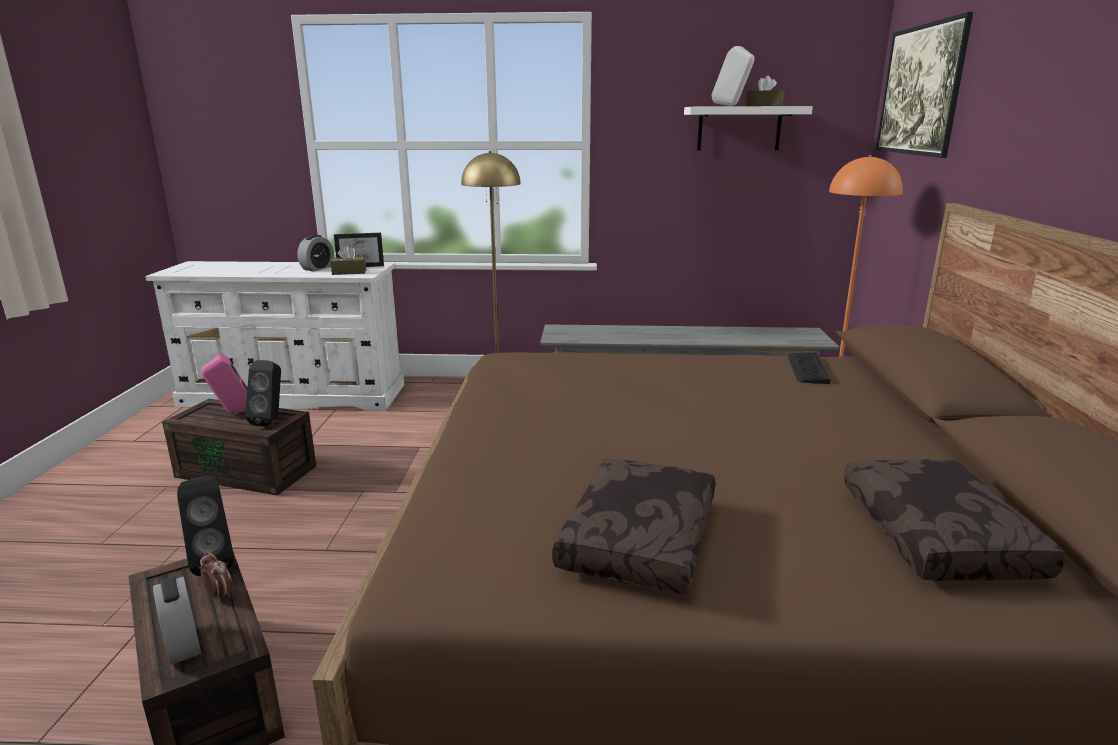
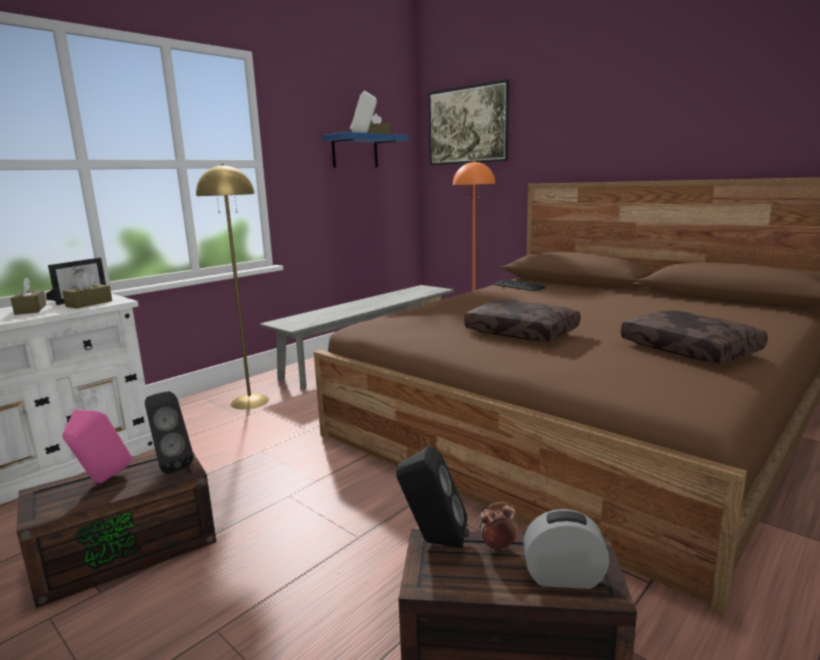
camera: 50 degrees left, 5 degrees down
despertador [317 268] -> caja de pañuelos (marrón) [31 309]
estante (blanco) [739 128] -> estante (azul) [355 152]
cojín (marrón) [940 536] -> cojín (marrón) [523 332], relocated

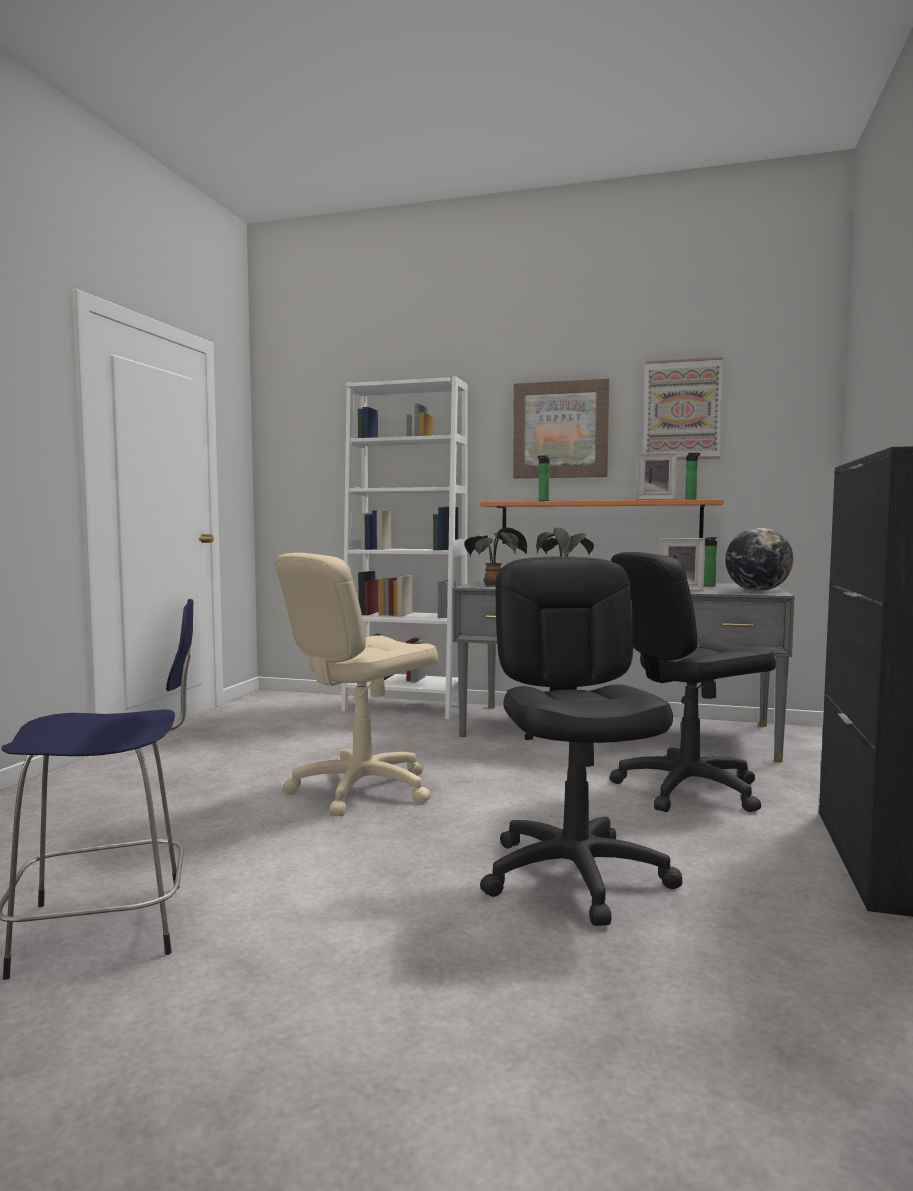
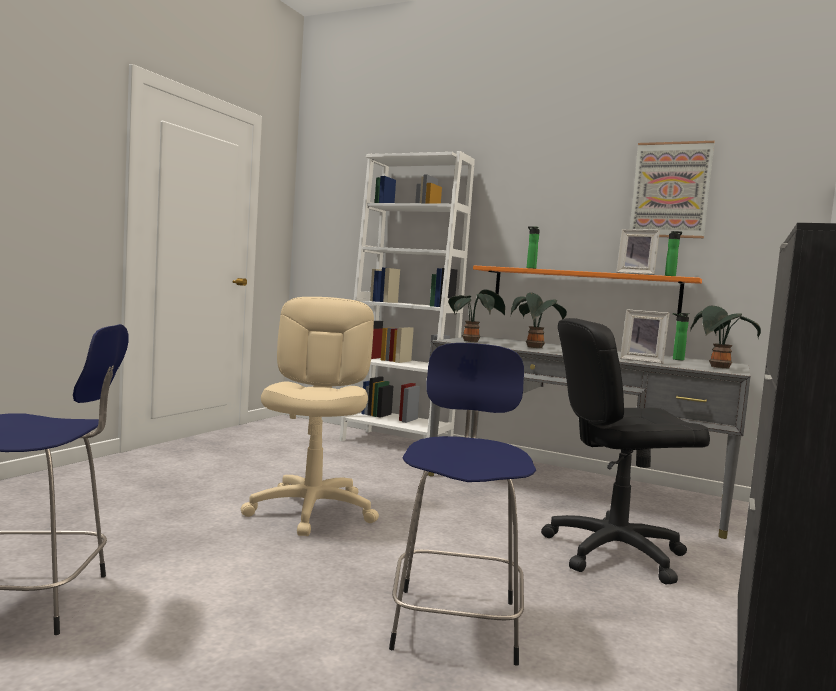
camera: 10 degrees right, 0 degrees up
silla de oficina (beis) [361 789] -> silla de oficina (beis) [312 511], 120 degrees clockwise
silla de oficina (negro) [576 875] -> taburete (azul) [456 621]
cuadro [560 430] -> none
globo terráqueo [757 591] -> planta en maceta [719 368]

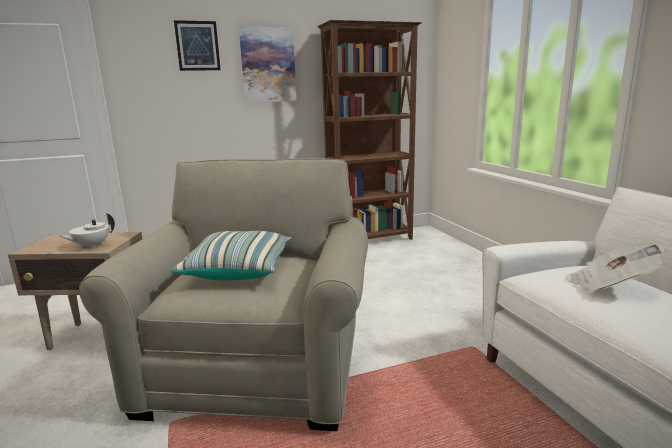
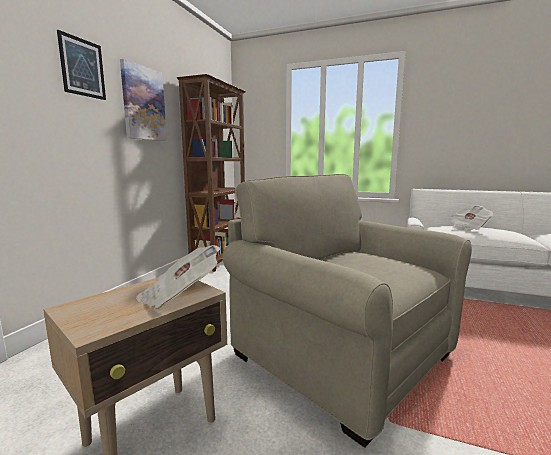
camera: 50 degrees left, 5 degrees down
tetera (blanco) [91 246] -> periódico [179 295]
cojín [238 270] -> none

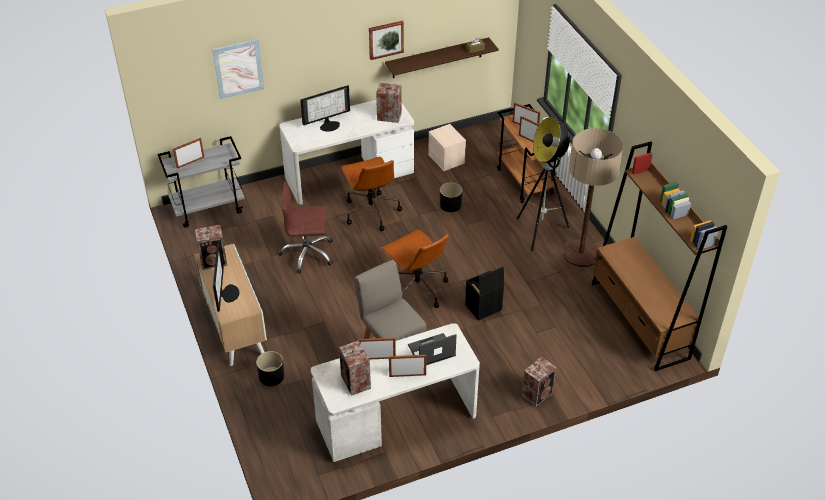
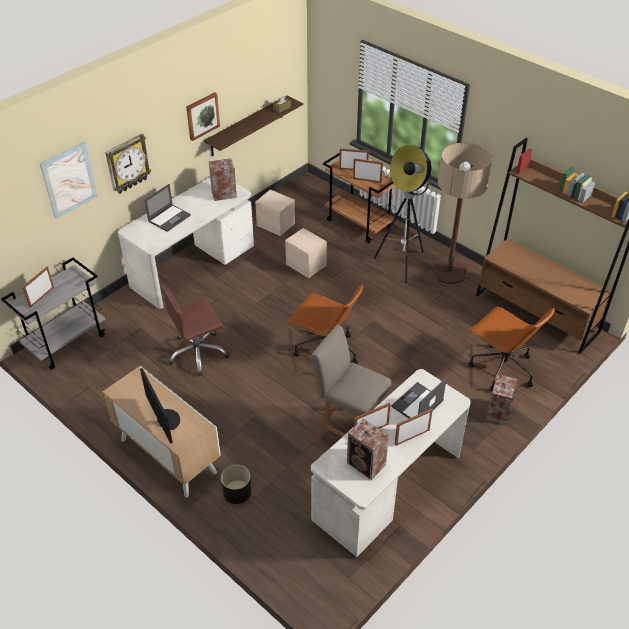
camera: 25 degrees left, 0 degrees up
altavoz [214 261] -> none
monitor [329 125] -> portátil [169 218]
silla de oficina (marrón) [371 211] -> silla de oficina (marrón) [501 368], relocated
maceta (negro) [450 205] -> caja de almacenaje (beis) [306 264]
caja de almacenaje (negro) [483 308] -> none
none -> reloj de pared [127 164]

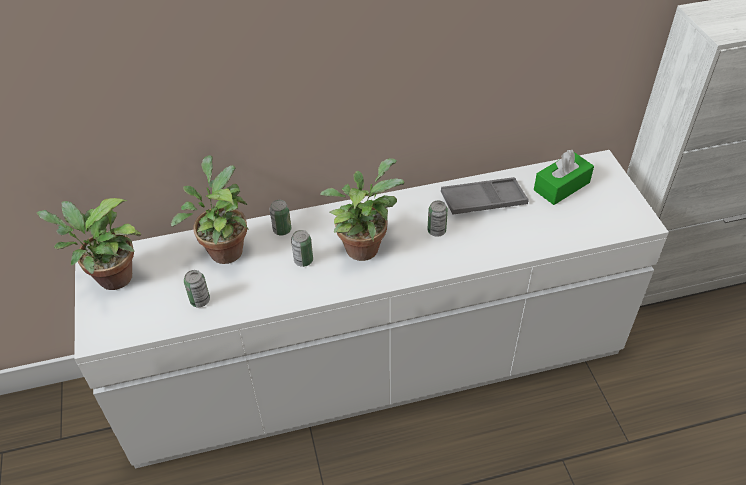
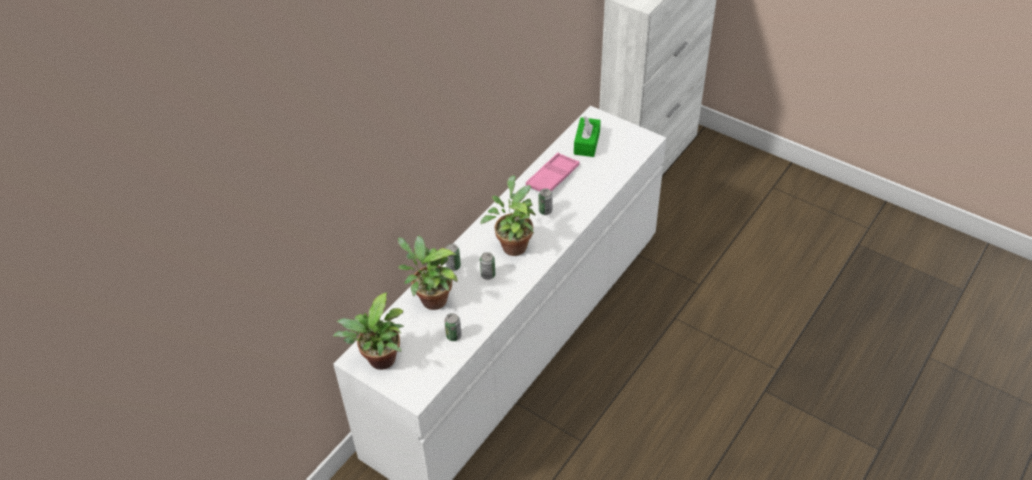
camera: 40 degrees left, 0 degrees up
bandeja (gris) [483 201] -> bandeja (rosa) [552 177]

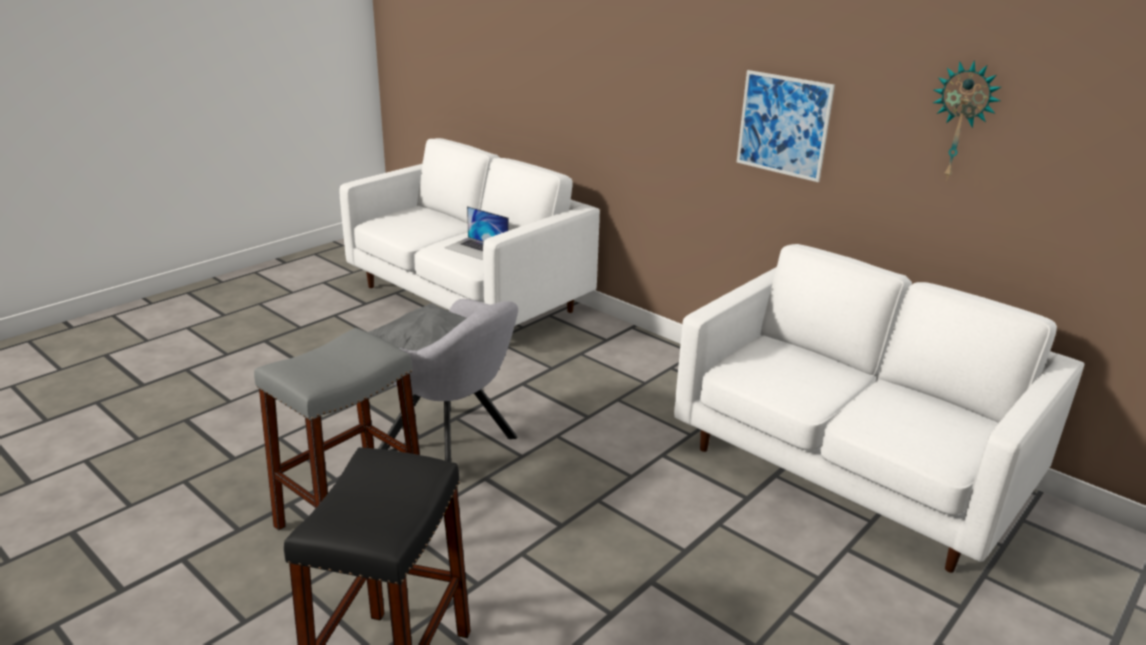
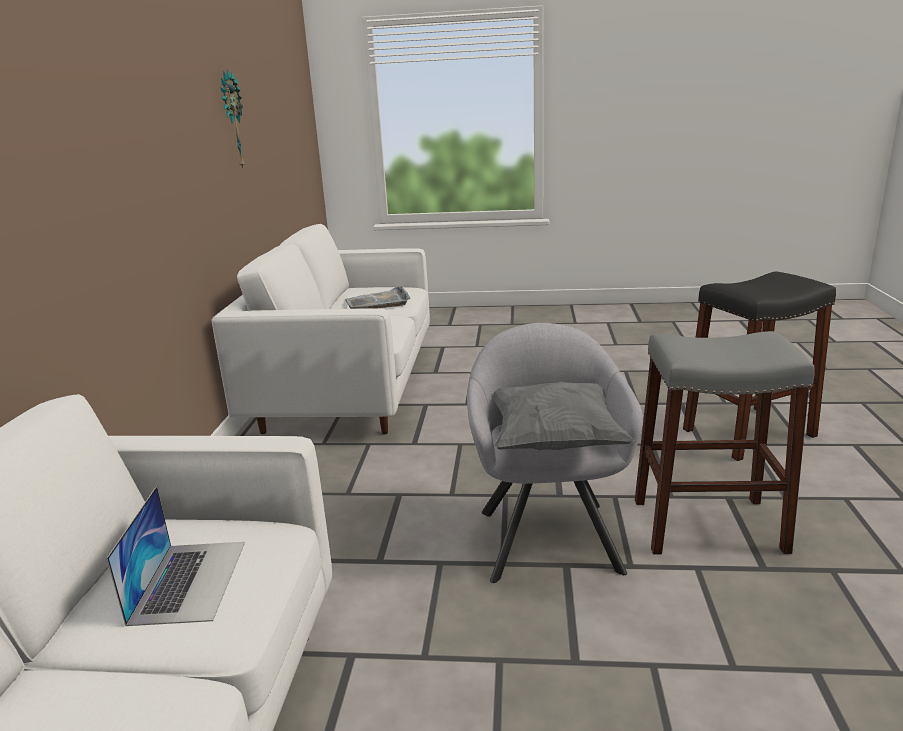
camera: 125 degrees left, 5 degrees down
cuadro [783 125] -> none
none -> bandeja (gris) [378 302]

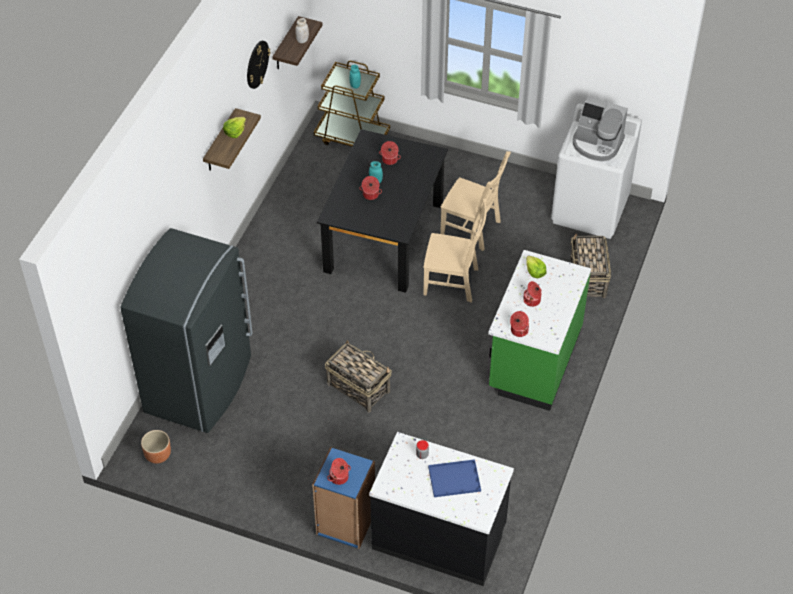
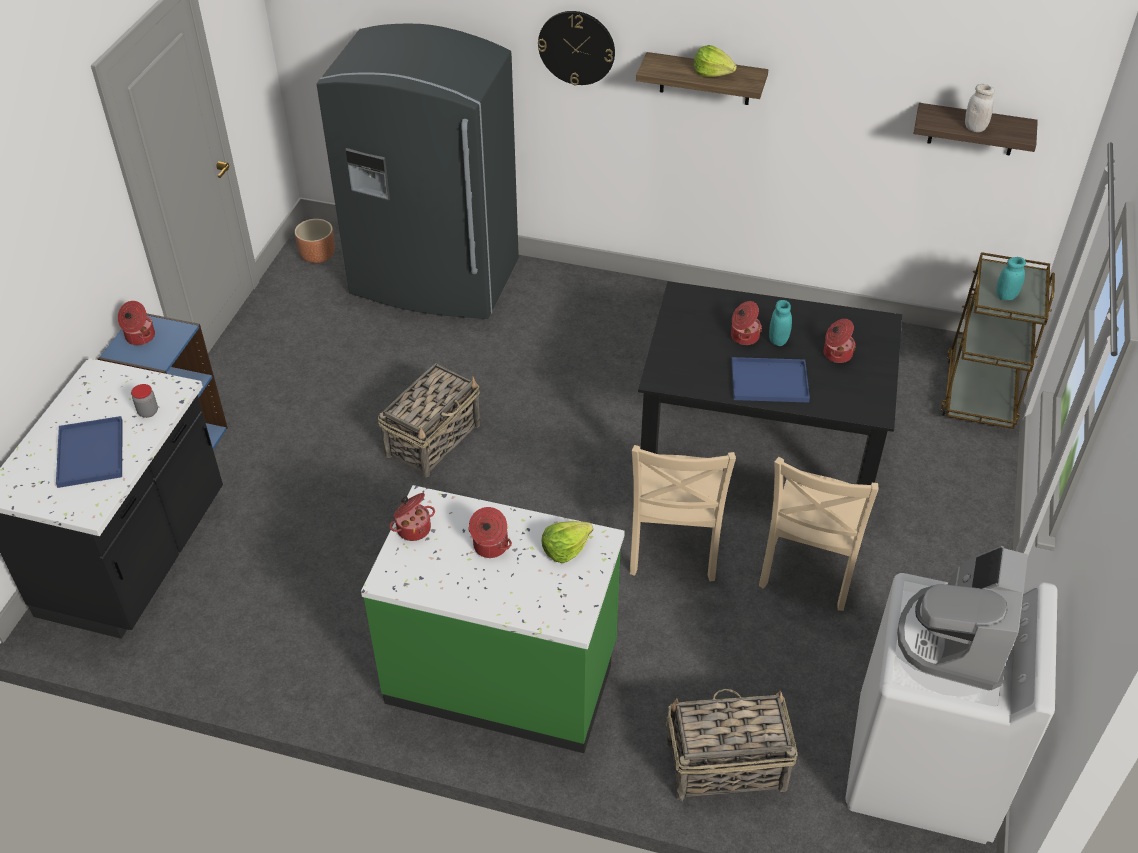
camera: 85 degrees right, 5 degrees down
reloj de pared [257 64] -> reloj de pared [576 47], relocated
none -> bandeja (azul) [771 381]

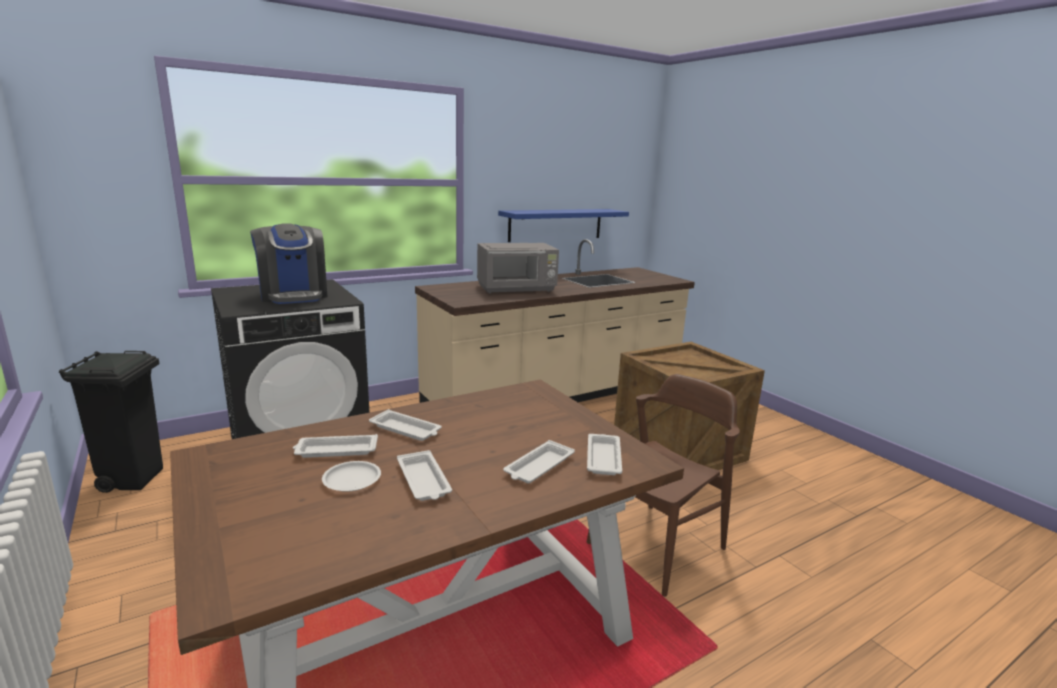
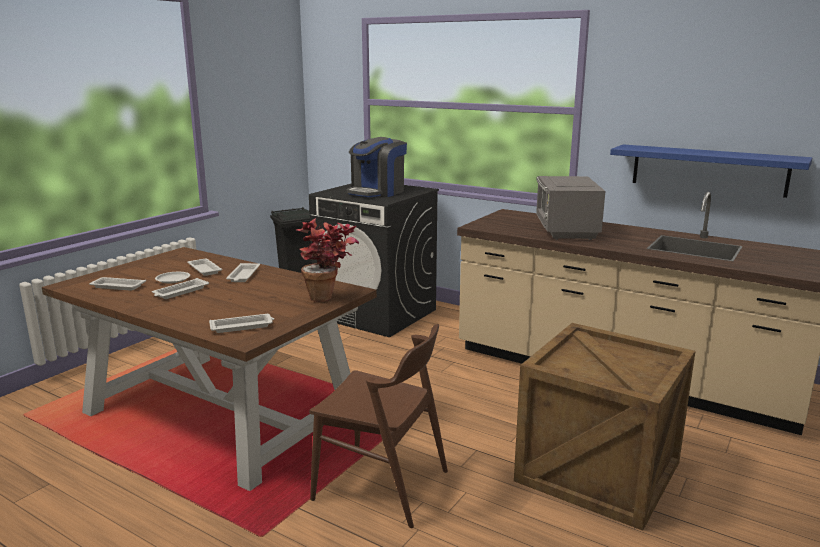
camera: 65 degrees right, 0 degrees up
microondas (gris) [517 289] -> microondas (gris) [565 230], 45 degrees clockwise
bandeja (blanco) [538 467] -> bandeja (blanco) [117 286], relocated
none -> planta en maceta [329 298]

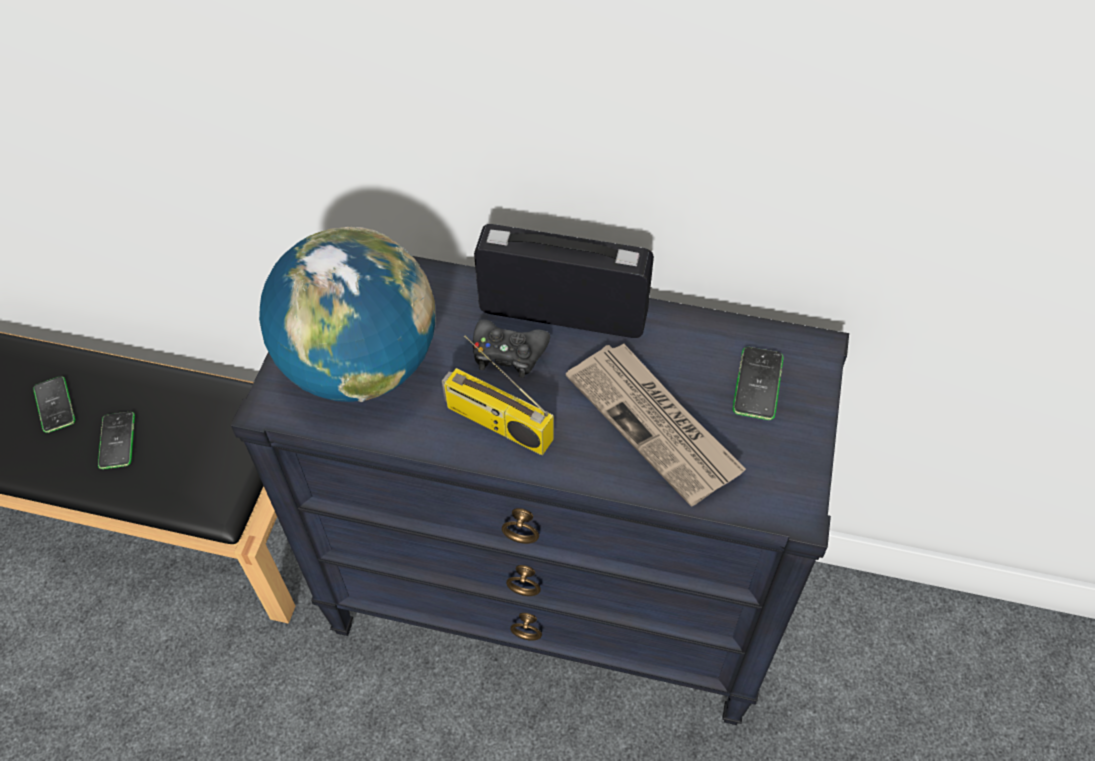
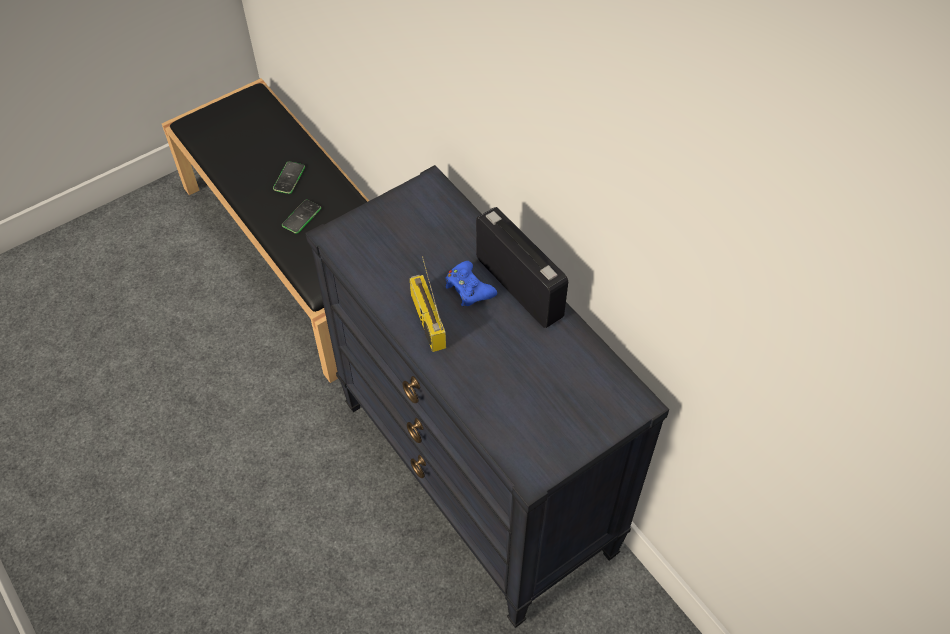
camera: 40 degrees right, 0 degrees up
globo terráqueo [361 366] -> none
mando de consola (negro) [508 353] -> mando de consola (azul) [468 289]
periódico [655 424] -> none
móvil [757 384] -> none

